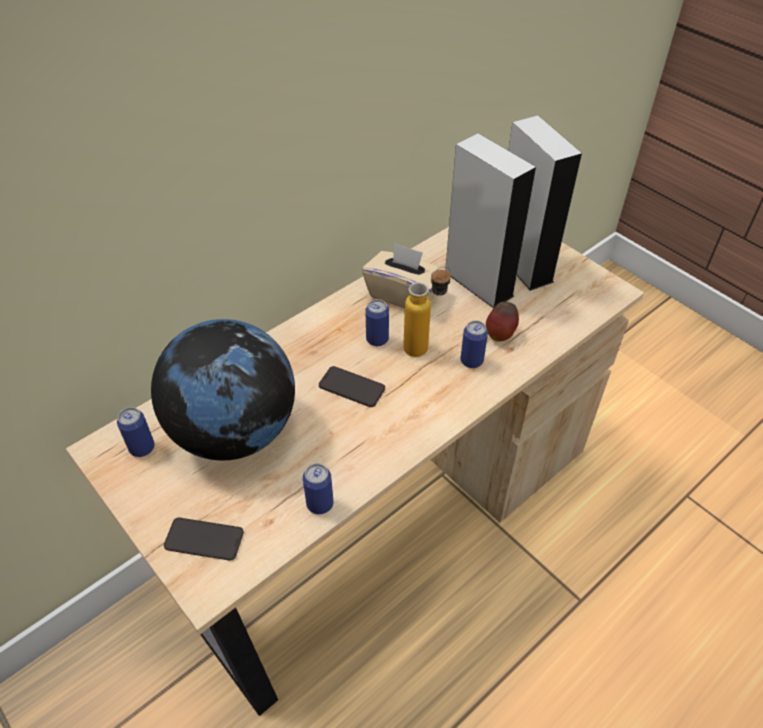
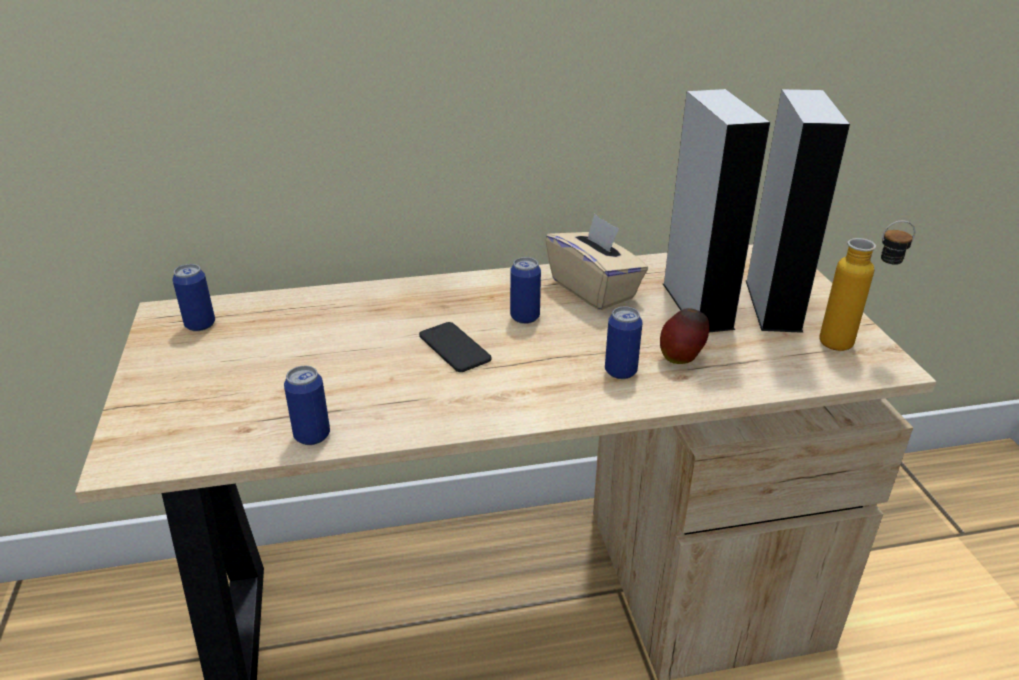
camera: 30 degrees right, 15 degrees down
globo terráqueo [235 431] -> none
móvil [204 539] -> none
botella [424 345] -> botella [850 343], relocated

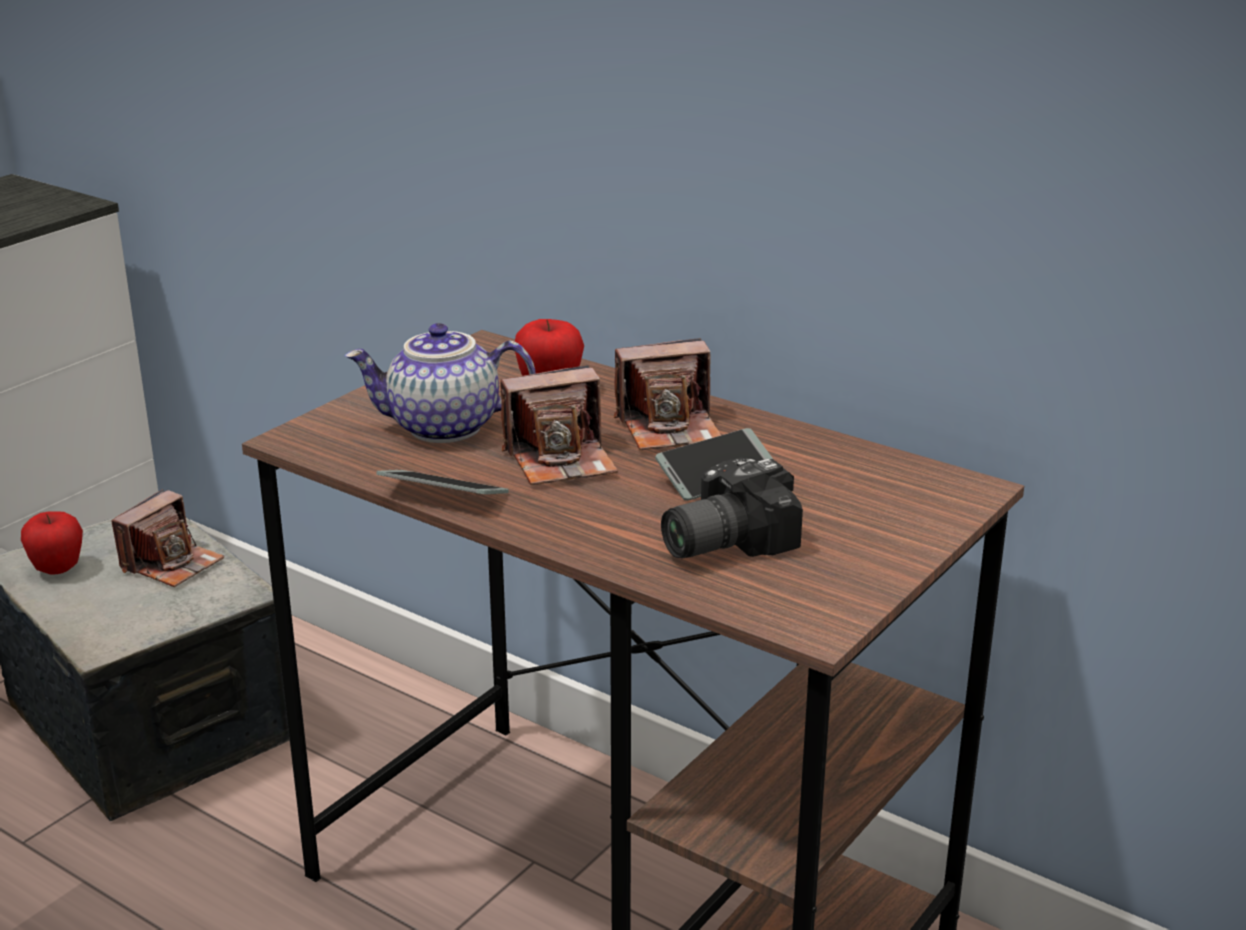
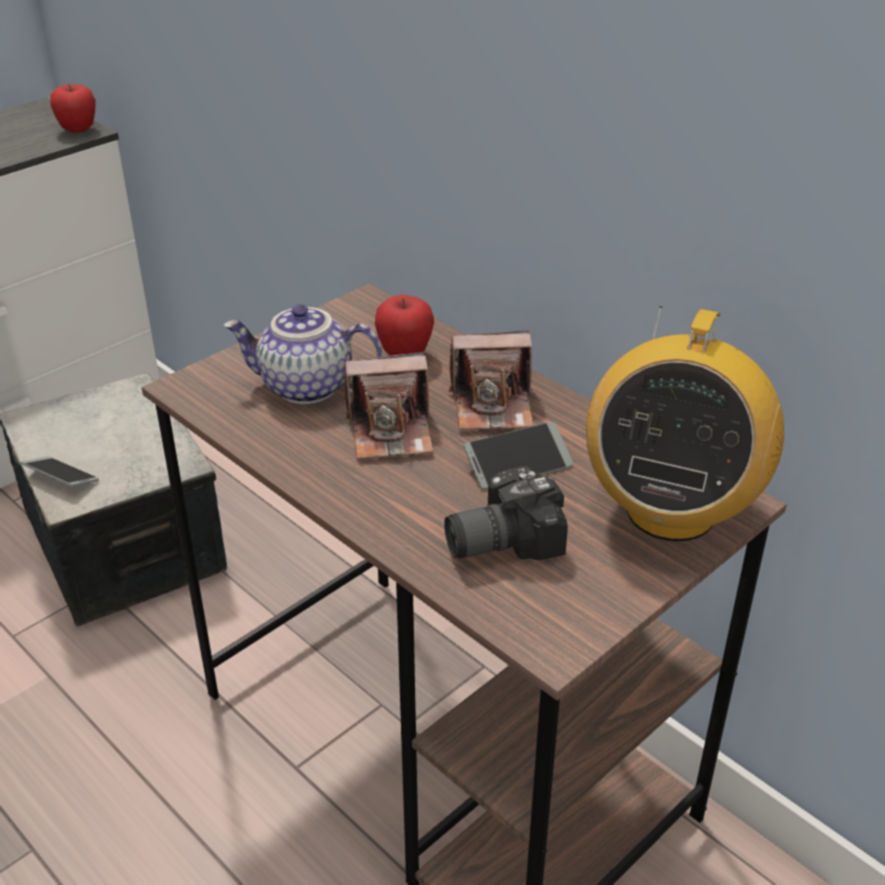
camera: 10 degrees right, 10 degrees up
manzana [58 570] -> manzana [78 130], relocated
cámara [172 564] -> none
móvil [443 495] -> móvil [61 478], relocated
none -> radio [670 511]

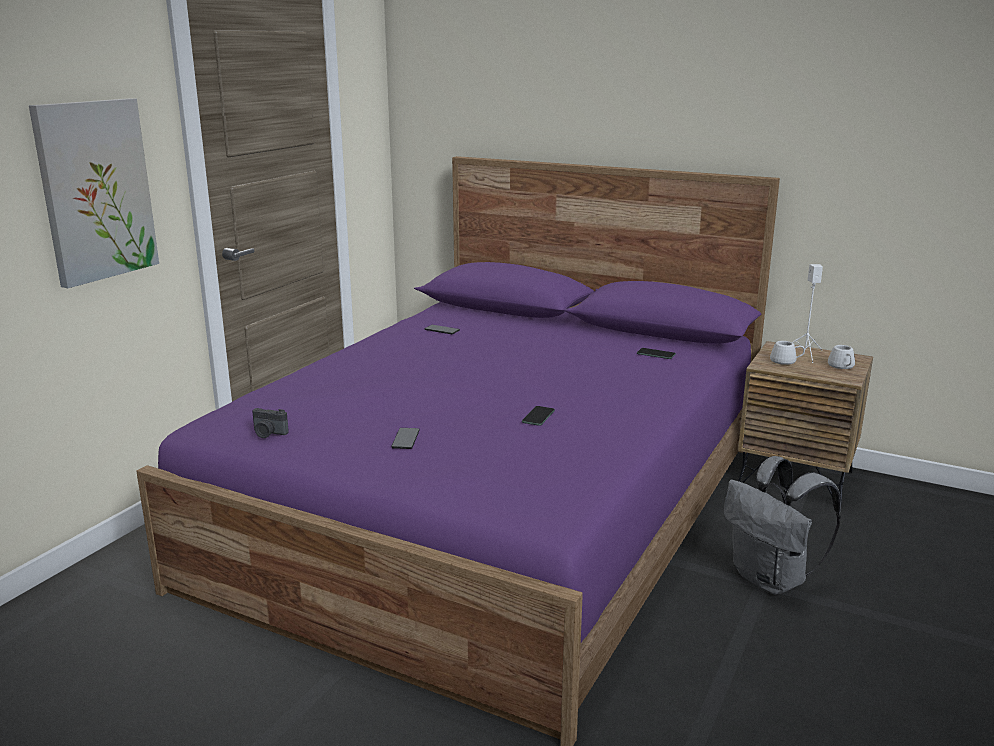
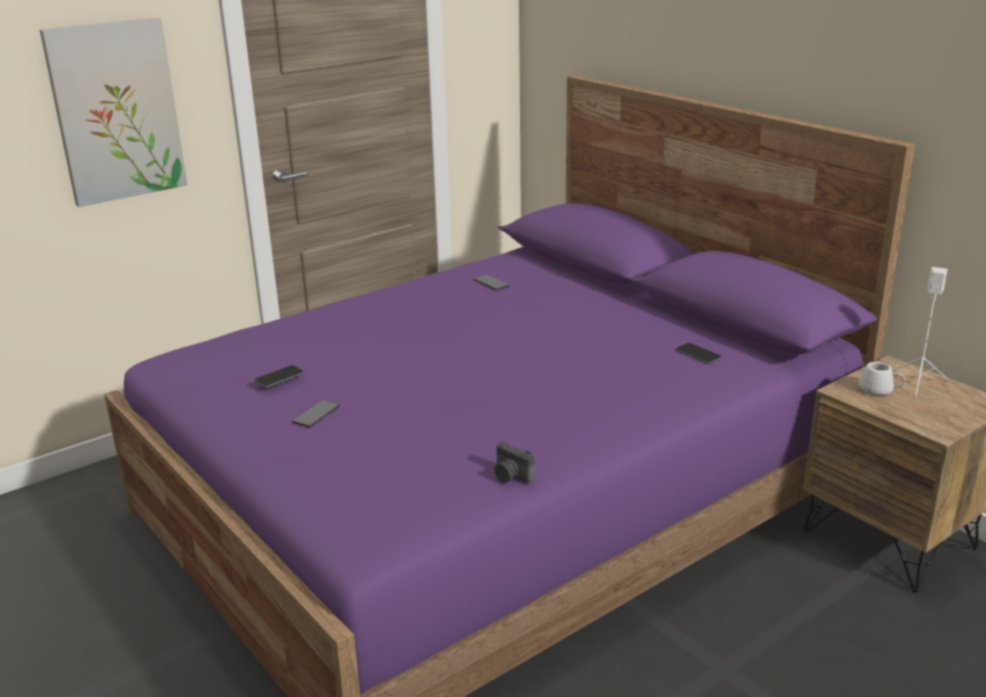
camera: 25 degrees right, 5 degrees up
cámara [268 433] -> cámara [511 476], relocated
móvil [538 416] -> móvil [279 377], relocated
mochila (gris) [771 579] -> none
taza grande (blanco) [842 367] -> none

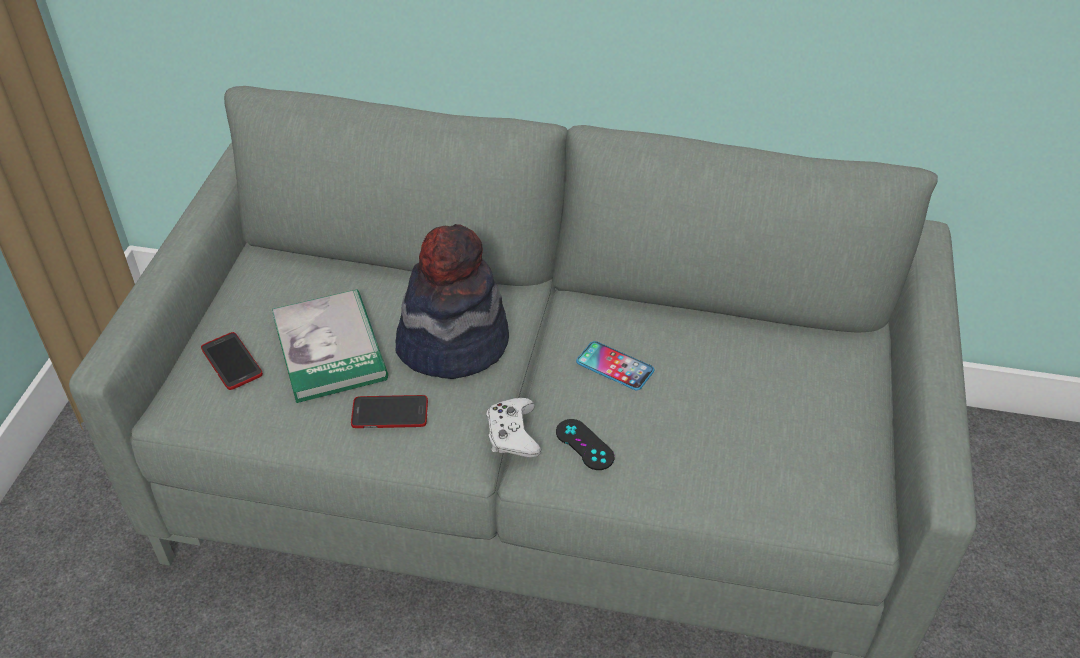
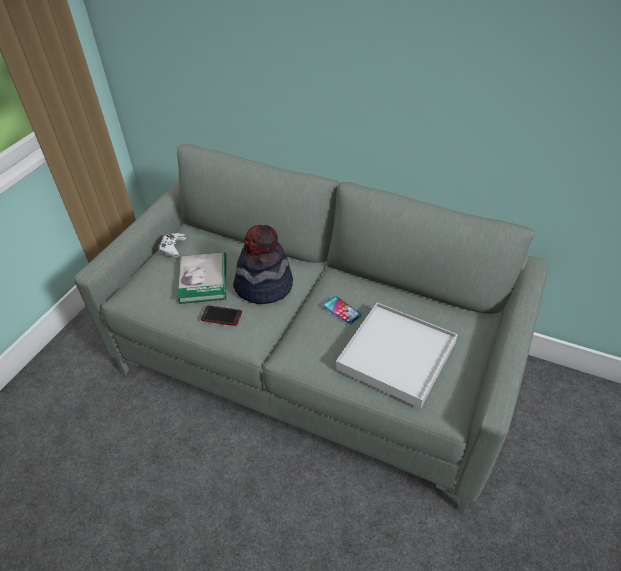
camera: 15 degrees right, 0 degrees up
móvil [232 362] -> none
mando de consola (blanco) [513 434] -> mando de consola (blanco) [173 248], relocated
mando de consola (negro) [584 445] -> none
none -> bandeja (blanco) [397 356]

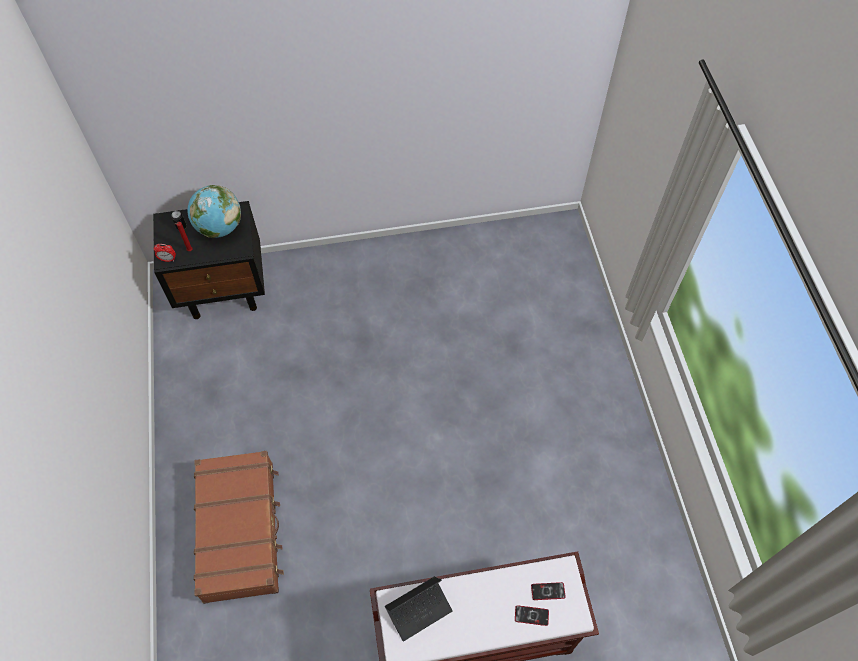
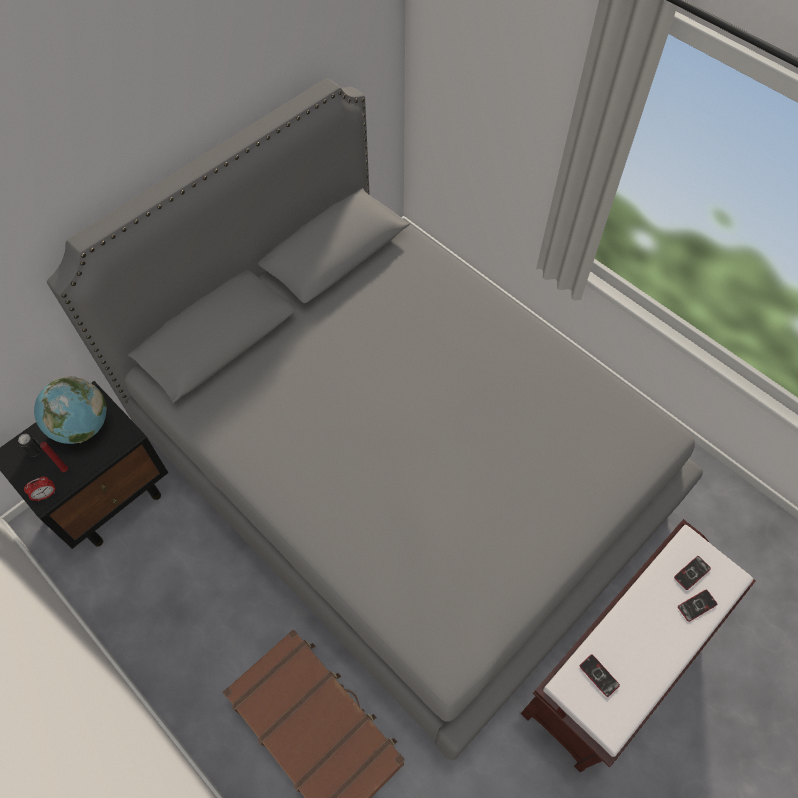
camera: 35 degrees left, 0 degrees up
portátil [419 609] -> móvil [599 675]
none -> cama (gris) [398 469]

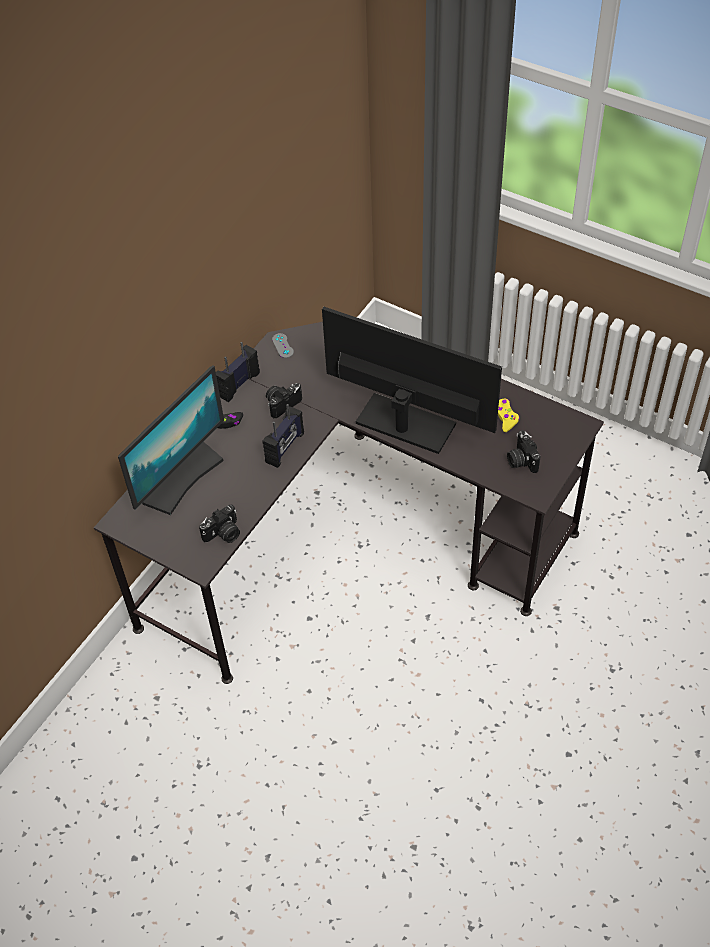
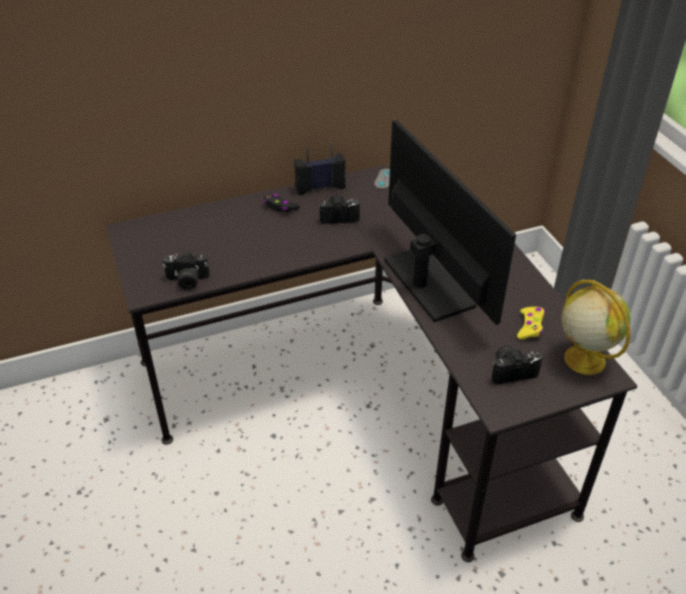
camera: 35 degrees right, 10 degrees down
monitor [181 478] -> none
radio [285 448] -> none
cámara [521 460] -> cámara [511 371], 60 degrees clockwise
none -> globo terráqueo [583 359]

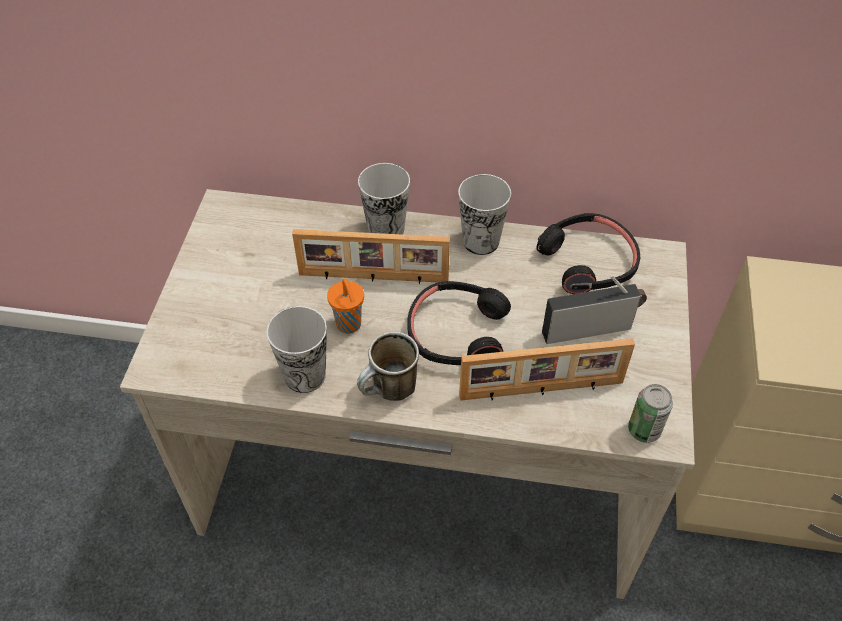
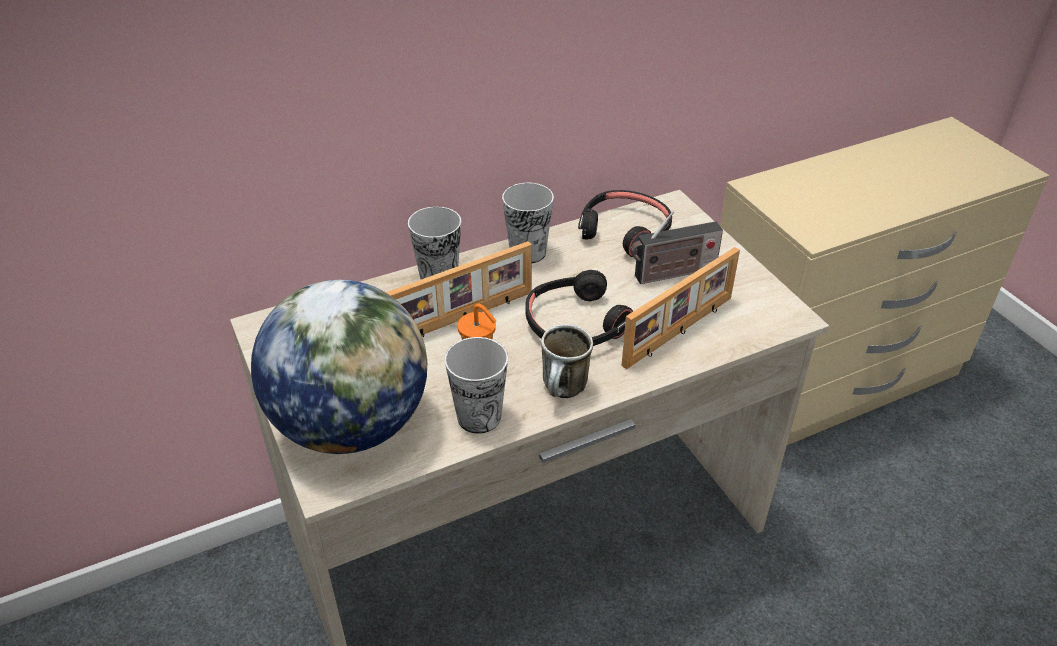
camera: 35 degrees left, 10 degrees down
radio [590 328] -> radio [672 274], 150 degrees counterclockwise
lata [644 430] -> none
none -> globo terráqueo [352 424]

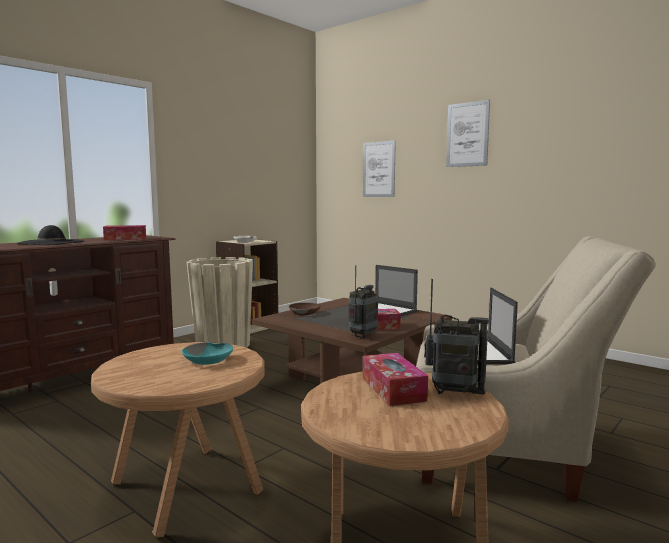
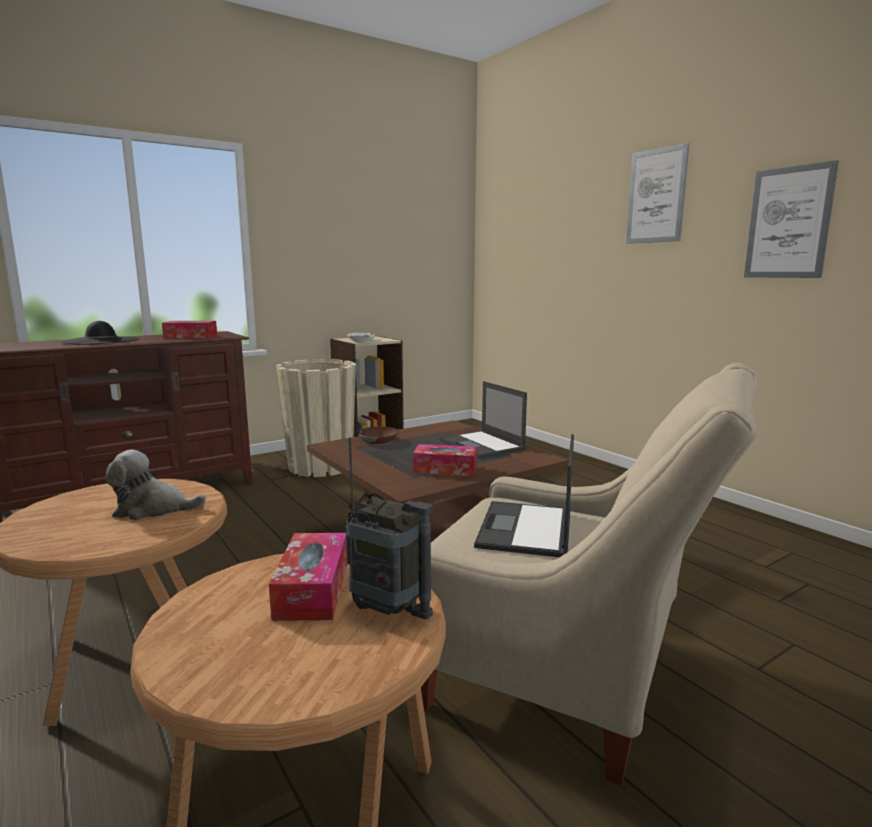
camera: 15 degrees right, 5 degrees up
cuenco (turquesa) [209 360] -> peluche [153 509]
radio [363 336] -> none
cuadro [379 169] -> cuadro [788 223], relocated

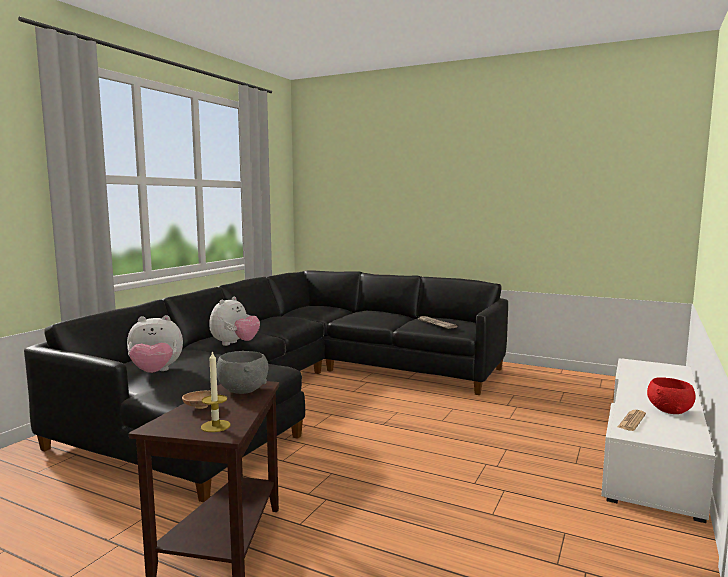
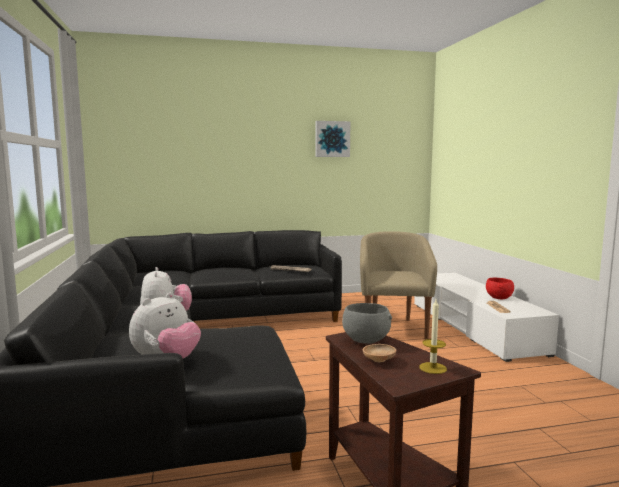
camera: 40 degrees left, 0 degrees up
none -> cuadro [332 139]
none -> sillón (beis) [393 328]

